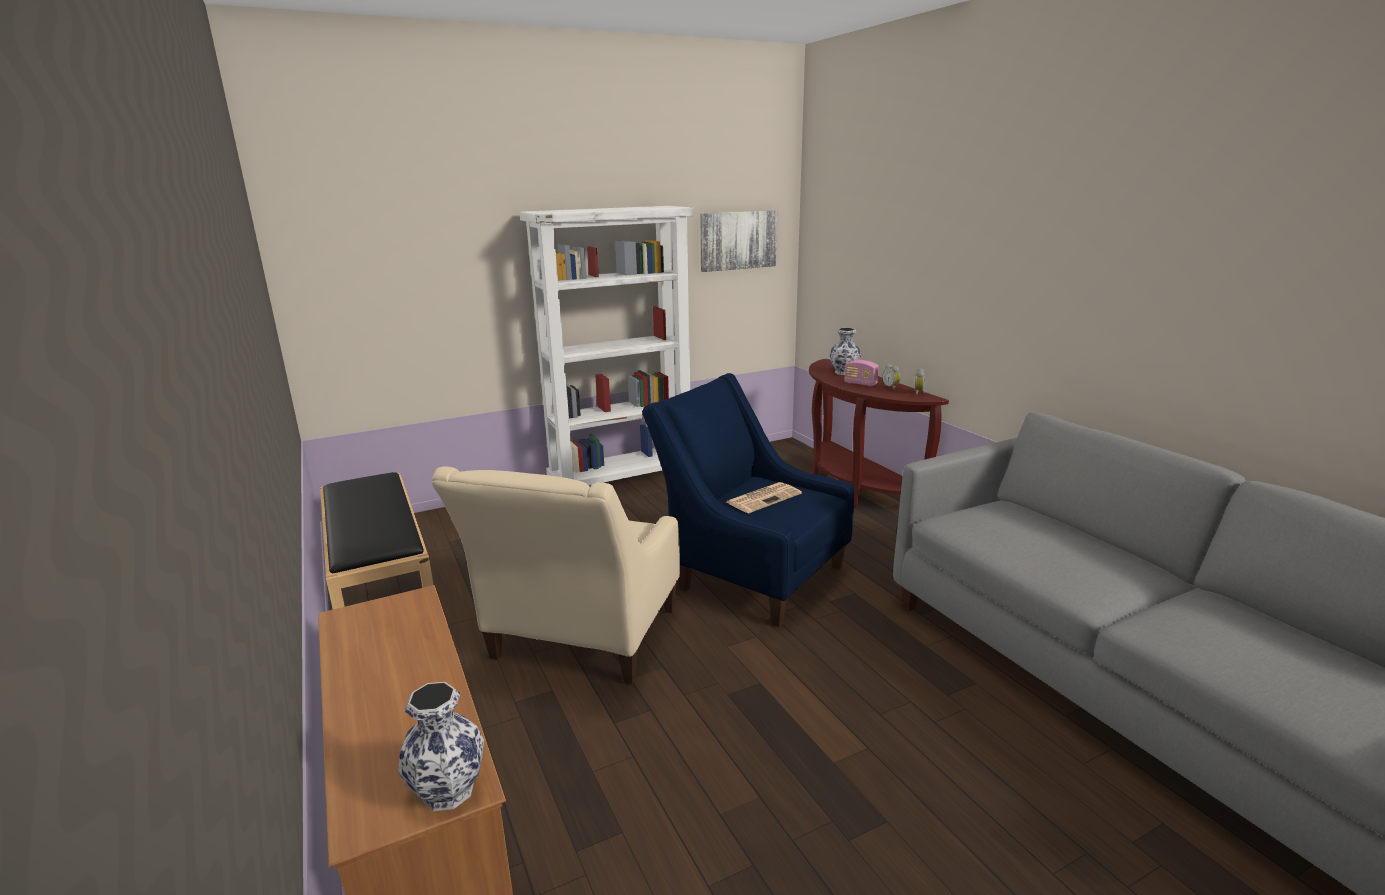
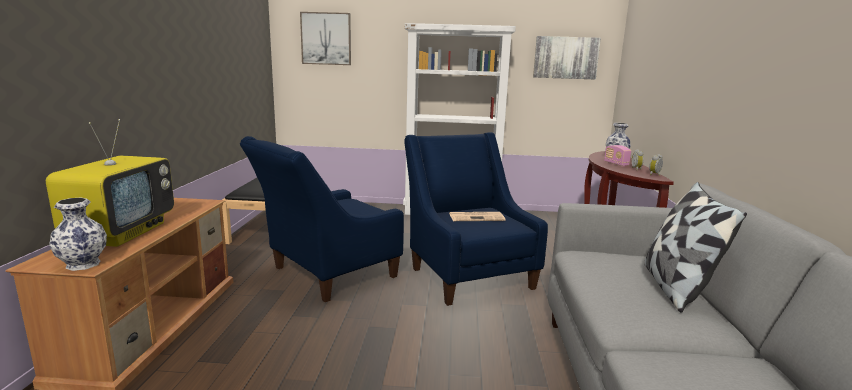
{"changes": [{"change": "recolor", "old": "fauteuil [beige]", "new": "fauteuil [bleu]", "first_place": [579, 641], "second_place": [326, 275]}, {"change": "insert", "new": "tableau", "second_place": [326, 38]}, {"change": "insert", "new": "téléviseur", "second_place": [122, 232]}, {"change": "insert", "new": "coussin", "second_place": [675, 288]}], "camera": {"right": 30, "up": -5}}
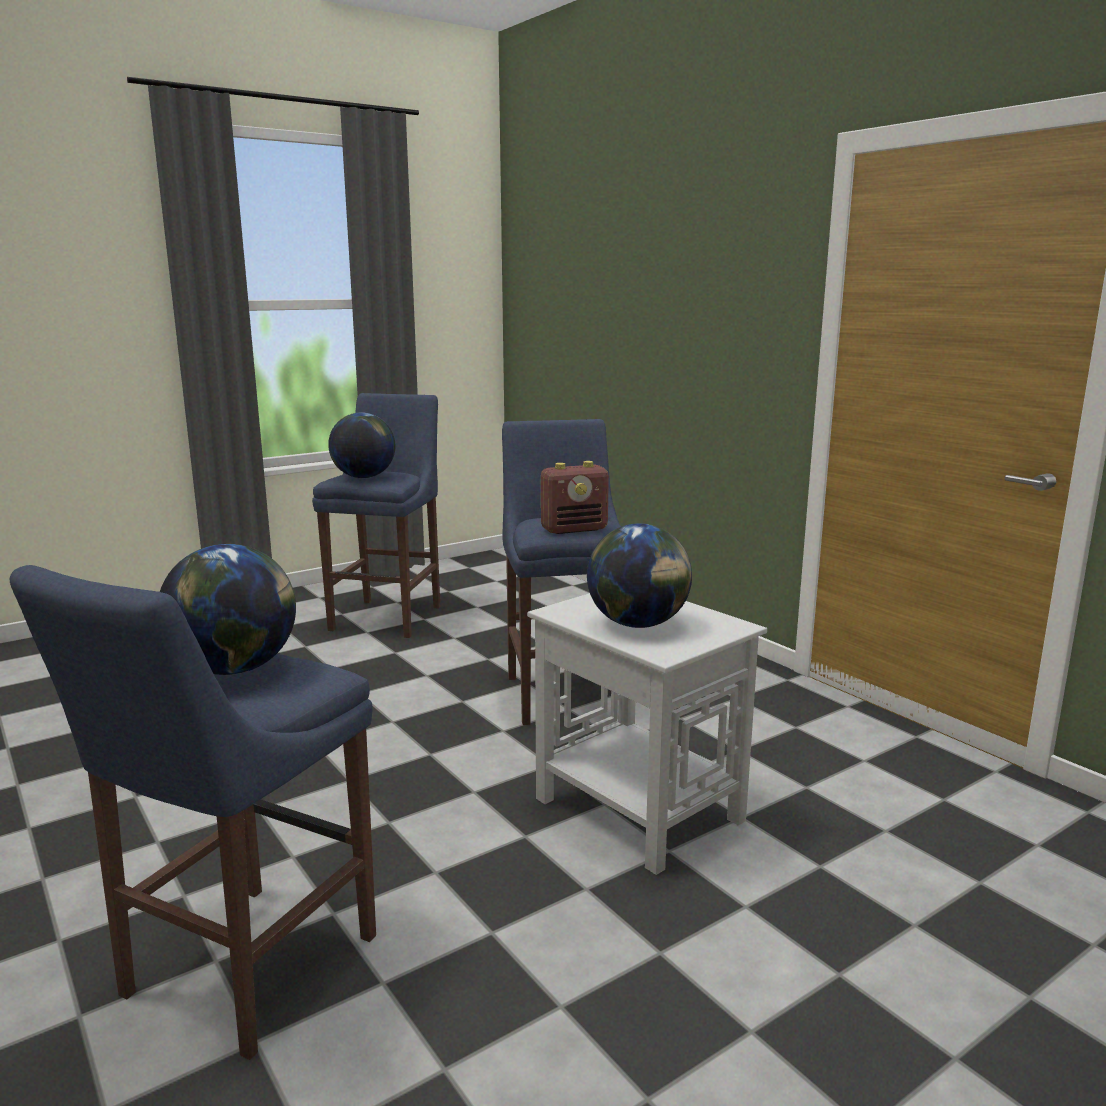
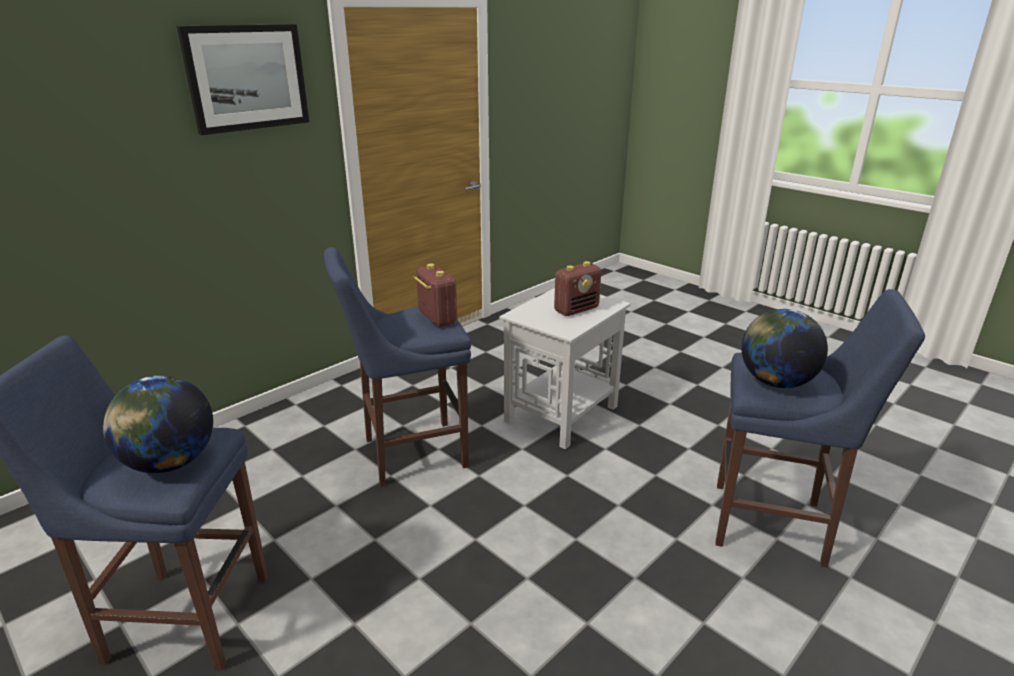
{"changes": [{"change": "replace", "old": "globe", "new": "radio", "first_place": [638, 624], "second_place": [576, 309]}, {"change": "insert", "new": "tableau", "second_place": [247, 78]}], "camera": {"right": -100, "up": 10}}
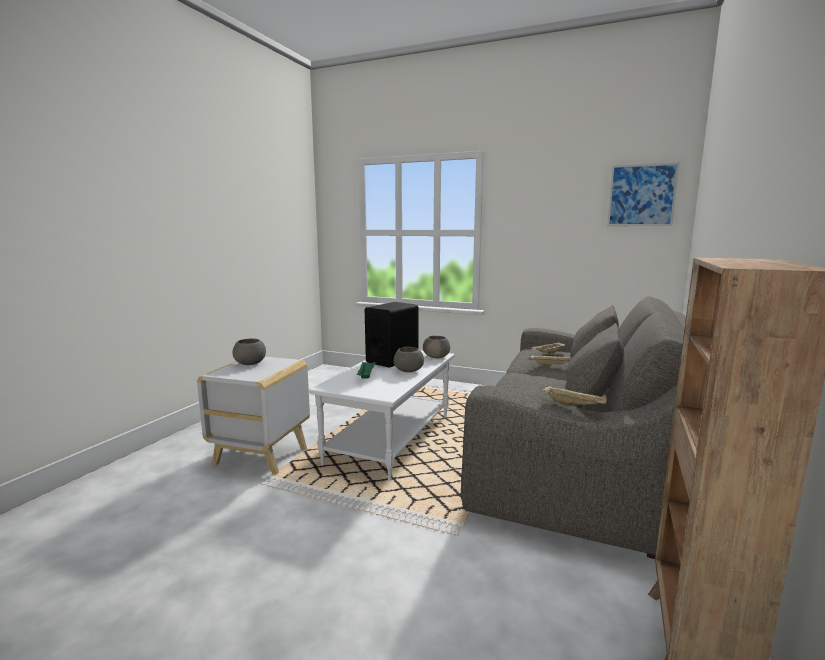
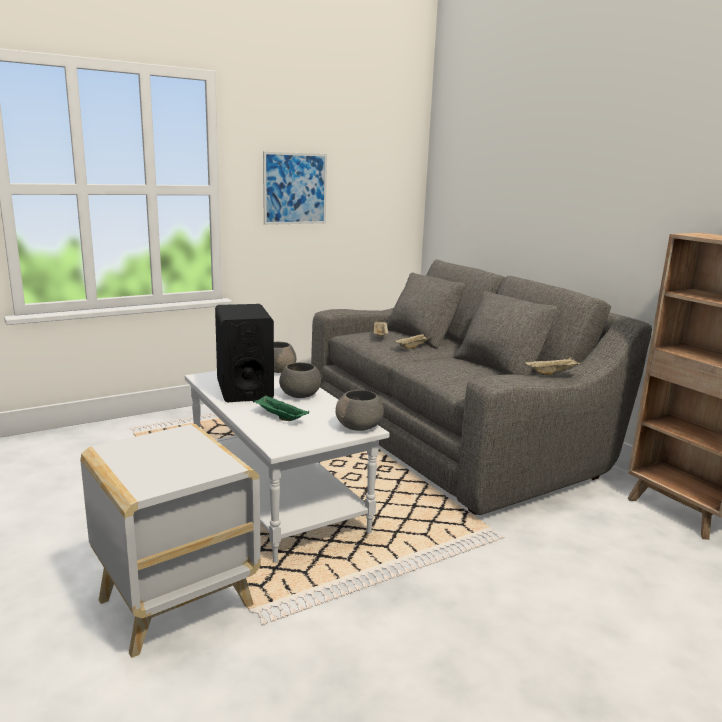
{"changes": [{"change": "move", "old": "tableau", "first_place": [641, 195], "second_place": [295, 188]}, {"change": "move", "old": "bol [gris]", "first_place": [250, 363], "second_place": [359, 427]}], "camera": {"right": -55, "up": 5}}
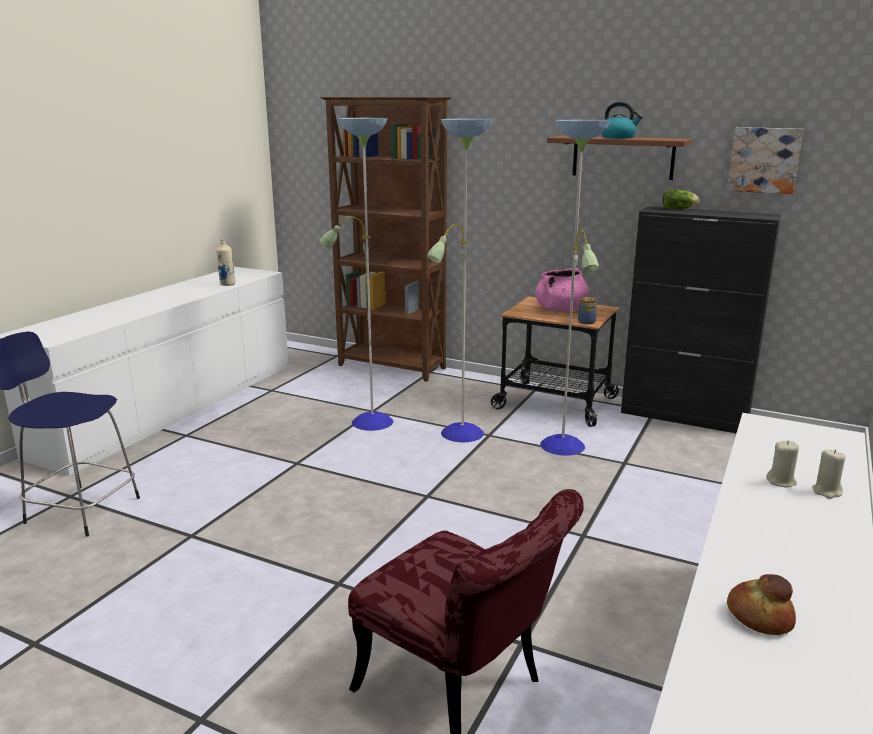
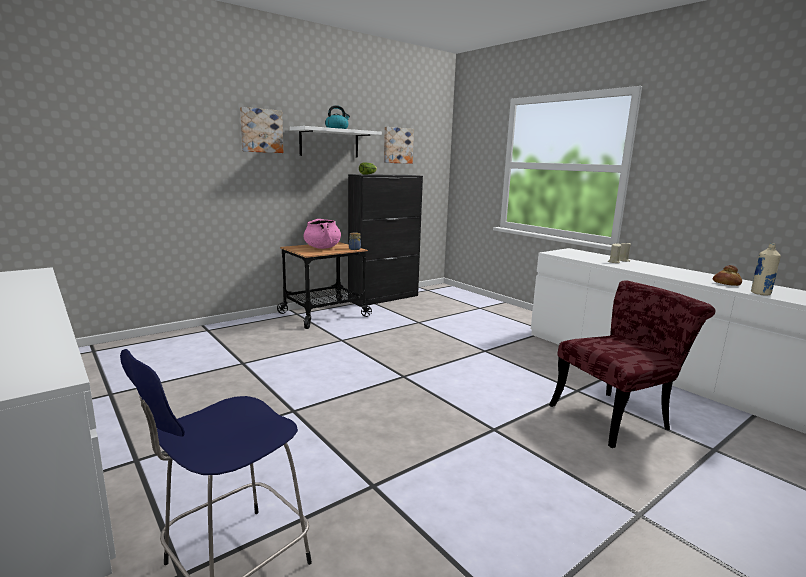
{"changes": [{"change": "delete", "old": "bibliothèque [marron]", "first_place": [392, 367]}, {"change": "delete", "old": "lampadaire", "first_place": [461, 434]}, {"change": "recolor", "old": "étagère [marron]", "new": "étagère [blanc]", "first_place": [623, 157], "second_place": [329, 143]}, {"change": "move", "old": "bouteille [beige]", "first_place": [227, 284], "second_place": [760, 293]}, {"change": "insert", "new": "tableau", "second_place": [261, 131]}], "camera": {"right": -65, "up": -5}}
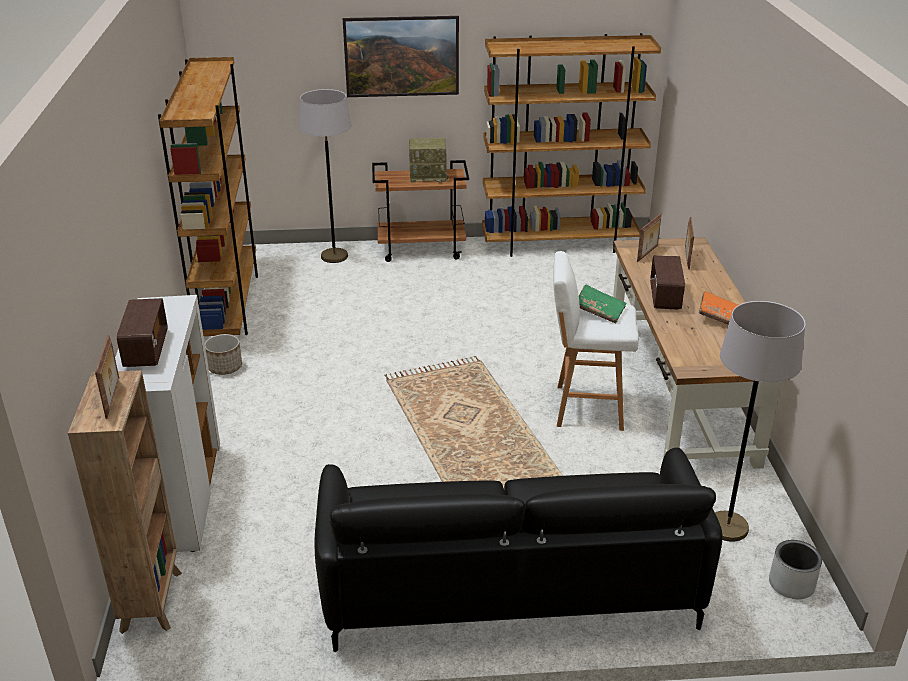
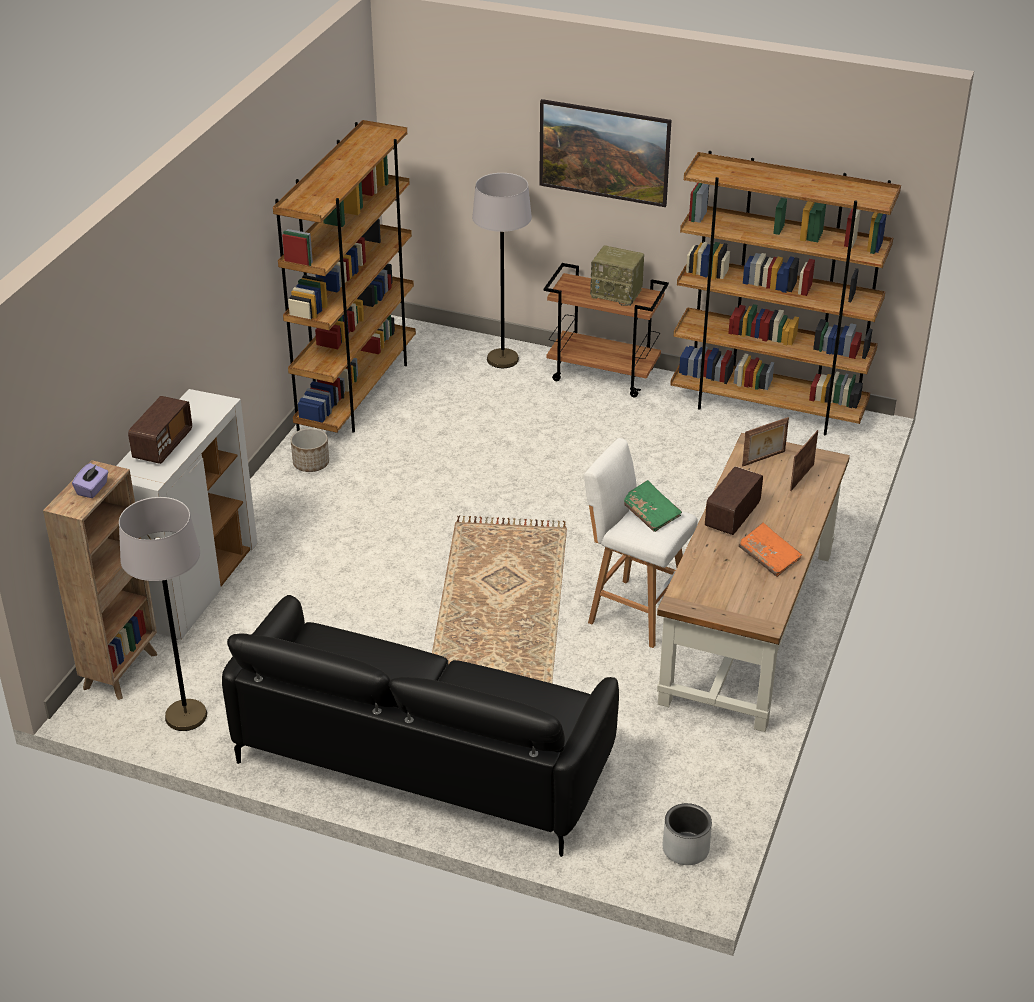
{"changes": [{"change": "move", "old": "lampadaire [gris]", "first_place": [727, 527], "second_place": [186, 716]}, {"change": "replace", "old": "cadre photo", "new": "boîte à mouchoirs [violet]", "first_place": [113, 398], "second_place": [92, 489]}], "camera": {"right": 25, "up": 5}}
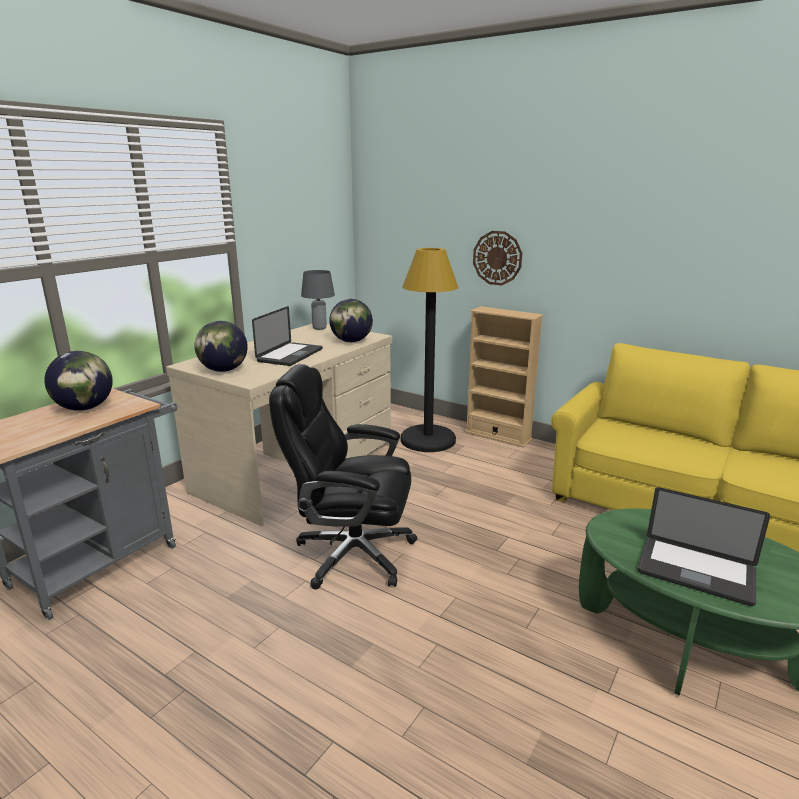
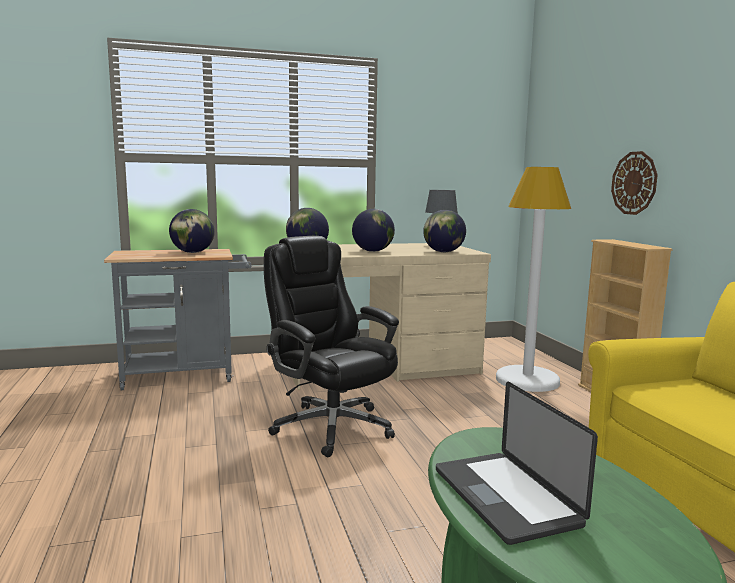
{"changes": [{"change": "recolor", "old": "lampadaire [noir]", "new": "lampadaire [blanc]", "first_place": [428, 440], "second_place": [527, 380]}, {"change": "replace", "old": "ordinateur portable", "new": "globe", "first_place": [290, 355], "second_place": [373, 251]}], "camera": {"right": 40, "up": -10}}
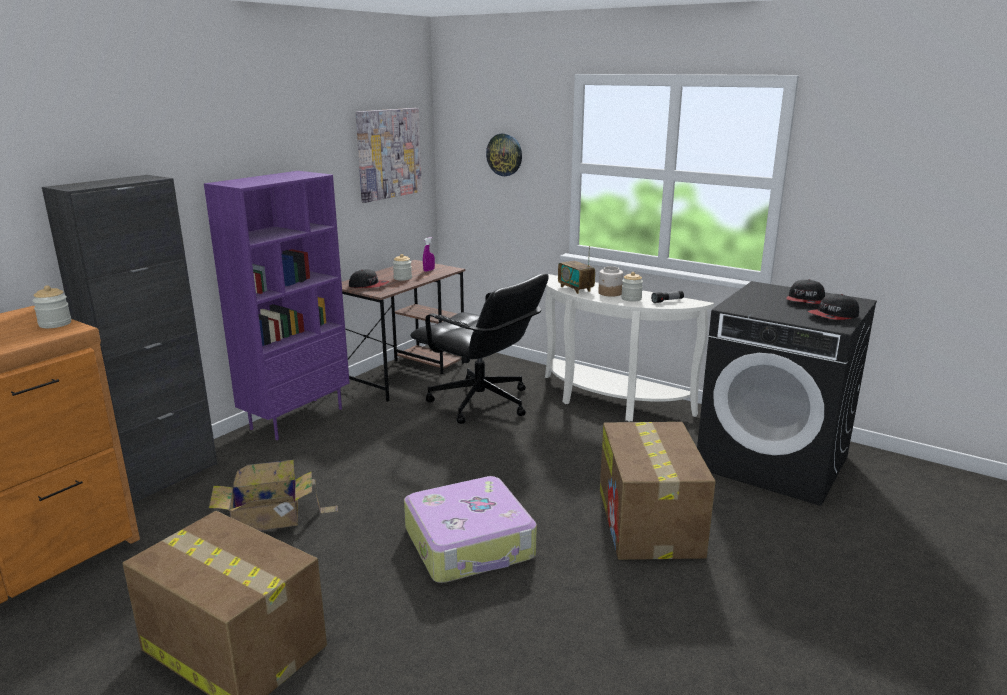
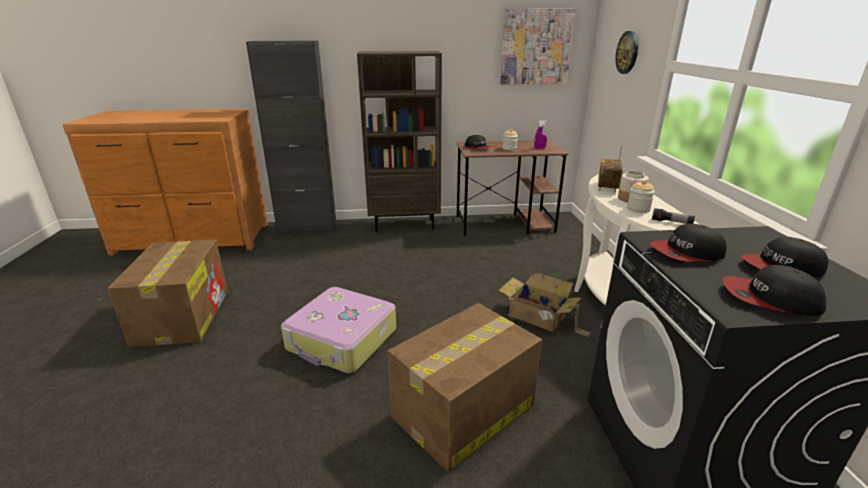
{"changes": [{"change": "recolor", "old": "bibliothèque [violet]", "new": "bibliothèque [marron]", "first_place": [297, 418], "second_place": [405, 224]}, {"change": "delete", "old": "chaise de bureau [noir]", "first_place": [481, 403]}, {"change": "delete", "old": "bocal", "first_place": [55, 324]}, {"change": "move", "old": "carton", "first_place": [270, 518], "second_place": [539, 317]}, {"change": "insert", "new": "casquette", "second_place": [686, 253]}], "camera": {"right": 50, "up": 5}}
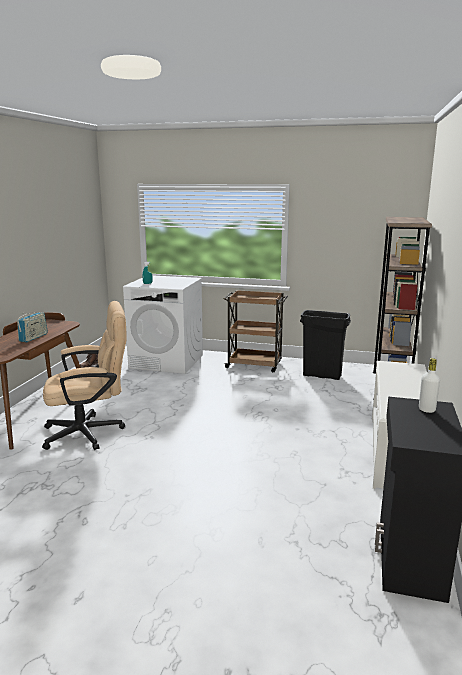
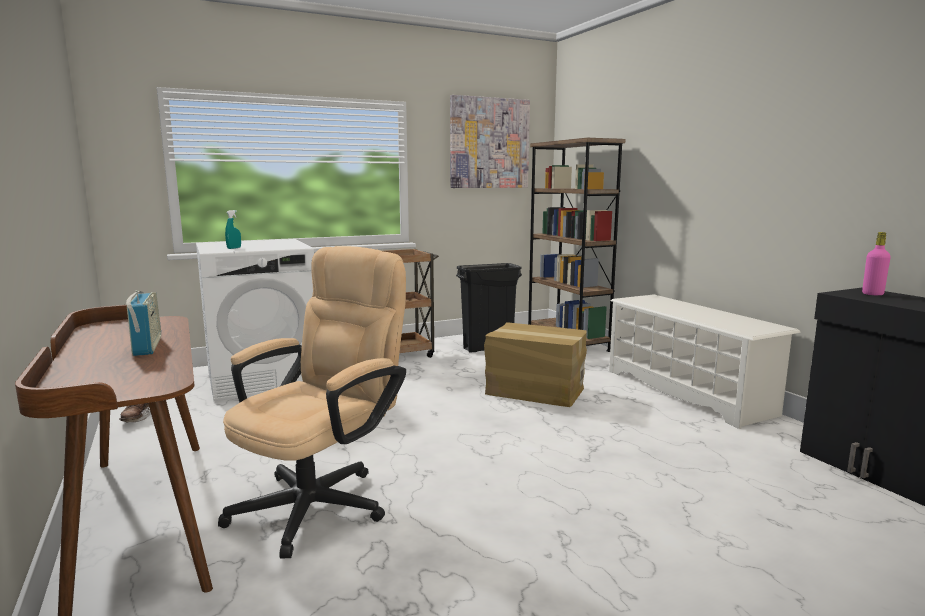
{"changes": [{"change": "recolor", "old": "bouteille [blanc]", "new": "bouteille [rose]", "first_place": [426, 410], "second_place": [872, 294]}, {"change": "insert", "new": "tableau", "second_place": [489, 143]}, {"change": "insert", "new": "carton", "second_place": [534, 390]}], "camera": {"right": -40, "up": -5}}
